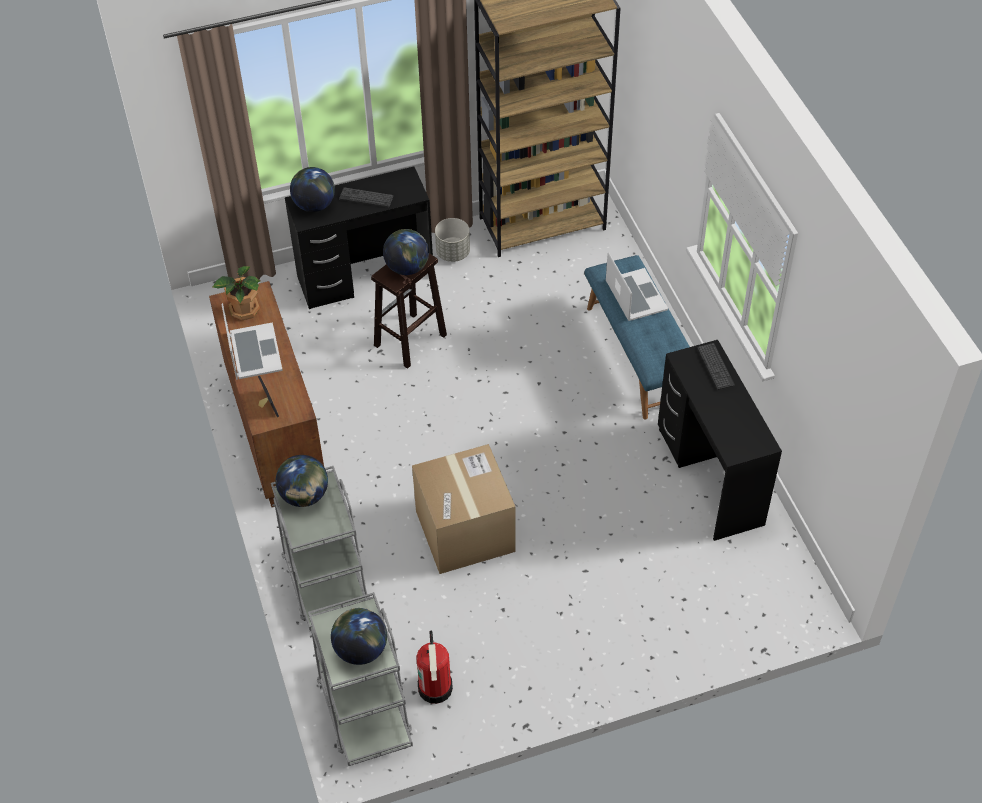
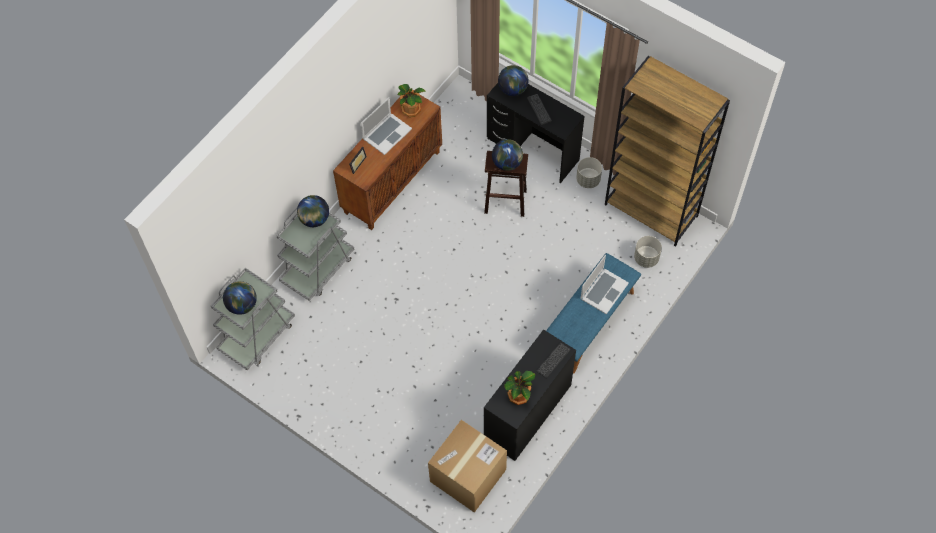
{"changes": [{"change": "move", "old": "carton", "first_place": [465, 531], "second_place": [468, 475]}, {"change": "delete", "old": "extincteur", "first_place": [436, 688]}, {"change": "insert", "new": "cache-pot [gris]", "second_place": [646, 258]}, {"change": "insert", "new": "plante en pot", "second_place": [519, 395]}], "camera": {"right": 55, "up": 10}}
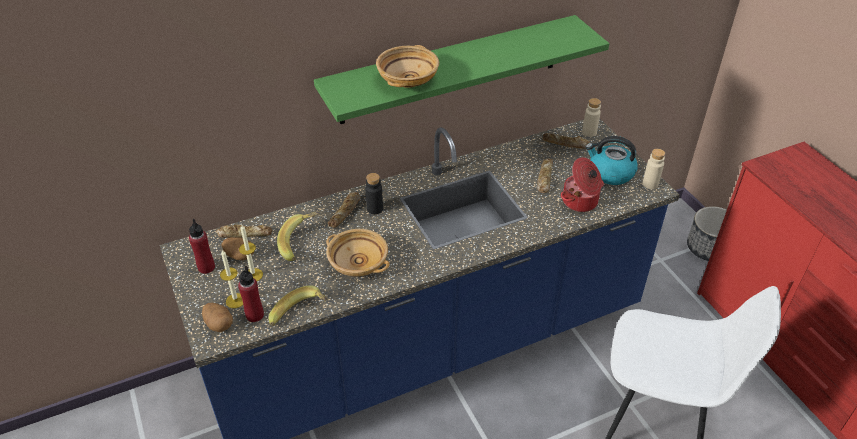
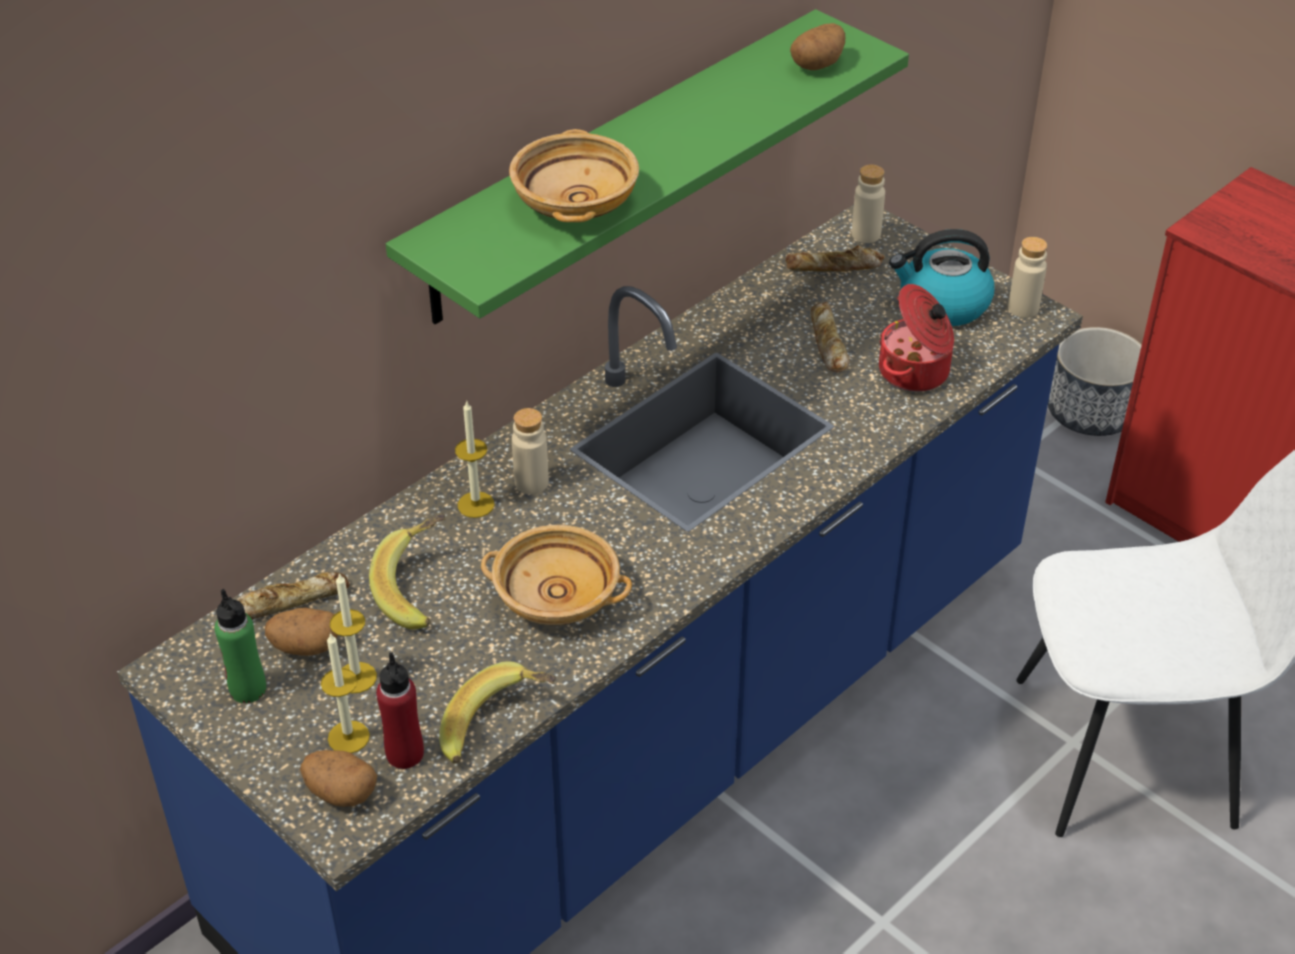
{"changes": [{"change": "recolor", "old": "bouteille [noir]", "new": "bouteille [beige]", "first_place": [375, 209], "second_place": [531, 482]}, {"change": "replace", "old": "pain", "new": "bougie", "first_place": [345, 212], "second_place": [476, 504]}, {"change": "recolor", "old": "bouteille [rouge]", "new": "bouteille [vert]", "first_place": [206, 267], "second_place": [248, 689]}, {"change": "insert", "new": "pomme de terre", "second_place": [818, 64]}], "camera": {"right": -20, "up": 0}}
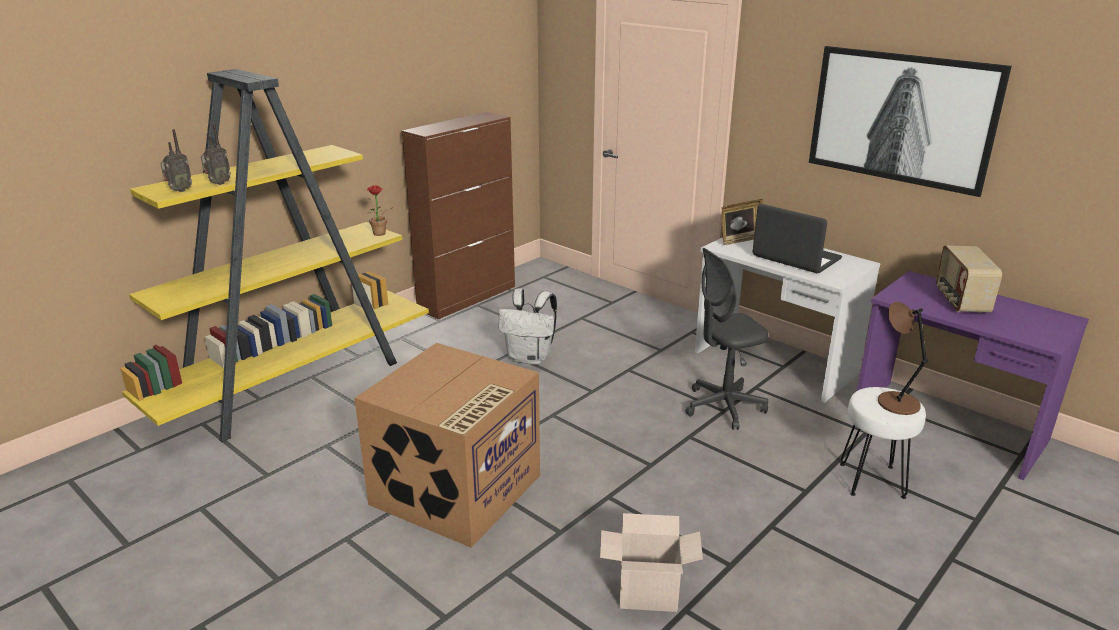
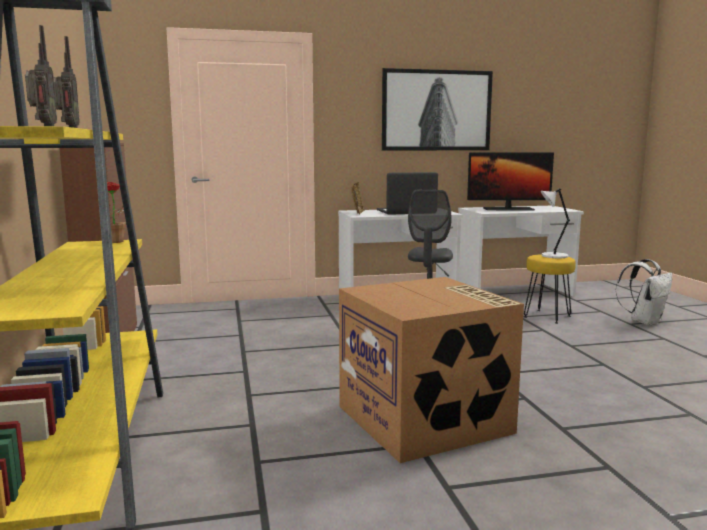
{"changes": [{"change": "replace", "old": "radio", "new": "écran d'ordinateur", "first_place": [960, 301], "second_place": [508, 209]}, {"change": "recolor", "old": "bureau [violet]", "new": "bureau [blanc]", "first_place": [947, 427], "second_place": [514, 293]}, {"change": "move", "old": "sac à dos [blanc]", "first_place": [530, 358], "second_place": [644, 321]}, {"change": "recolor", "old": "lampe de table [marron]", "new": "lampe de table [gris]", "first_place": [896, 403], "second_place": [553, 256]}, {"change": "recolor", "old": "tabouret [blanc]", "new": "tabouret [jaune]", "first_place": [871, 481], "second_place": [547, 316]}, {"change": "delete", "old": "carton", "first_place": [646, 596]}], "camera": {"right": -55, "up": -15}}
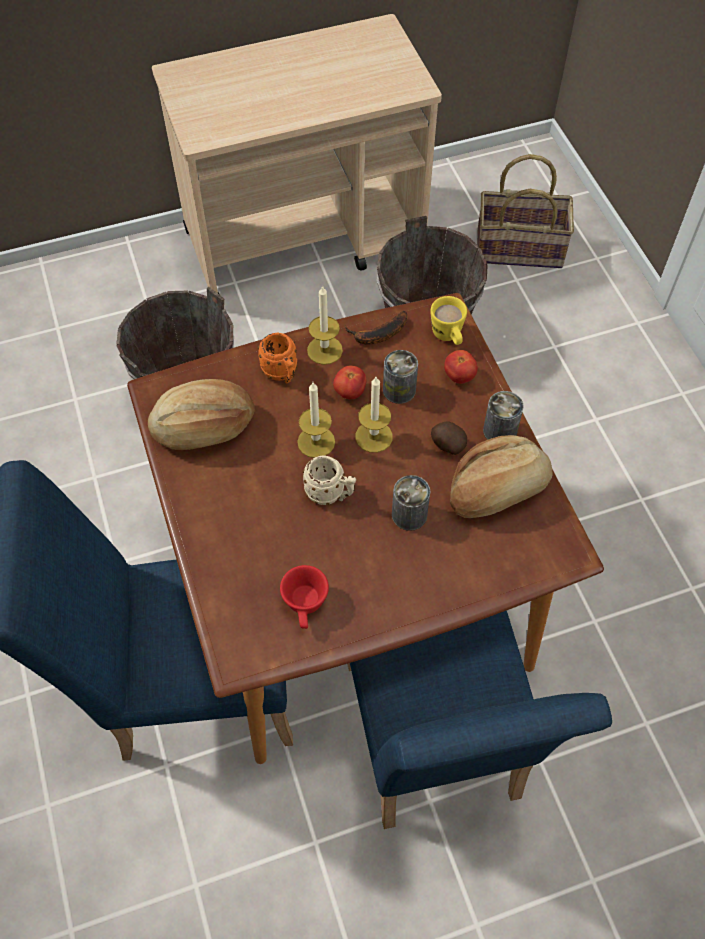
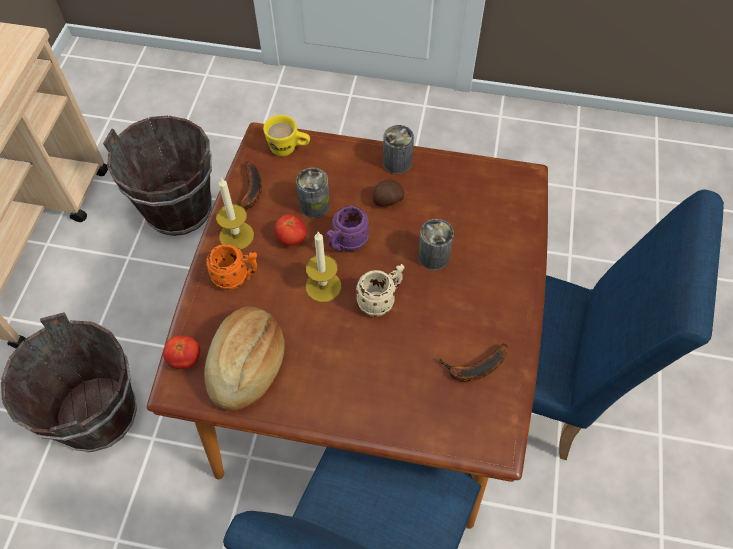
{"changes": [{"change": "delete", "old": "panier", "first_place": [519, 248]}, {"change": "move", "old": "tomate", "first_place": [459, 376], "second_place": [185, 359]}, {"change": "replace", "old": "bougie", "new": "mug [violet]", "first_place": [374, 436], "second_place": [346, 244]}, {"change": "delete", "old": "pain", "first_place": [497, 490]}, {"change": "replace", "old": "tasse [rouge]", "new": "banane", "first_place": [306, 606], "second_place": [474, 369]}], "camera": {"right": -60, "up": 0}}
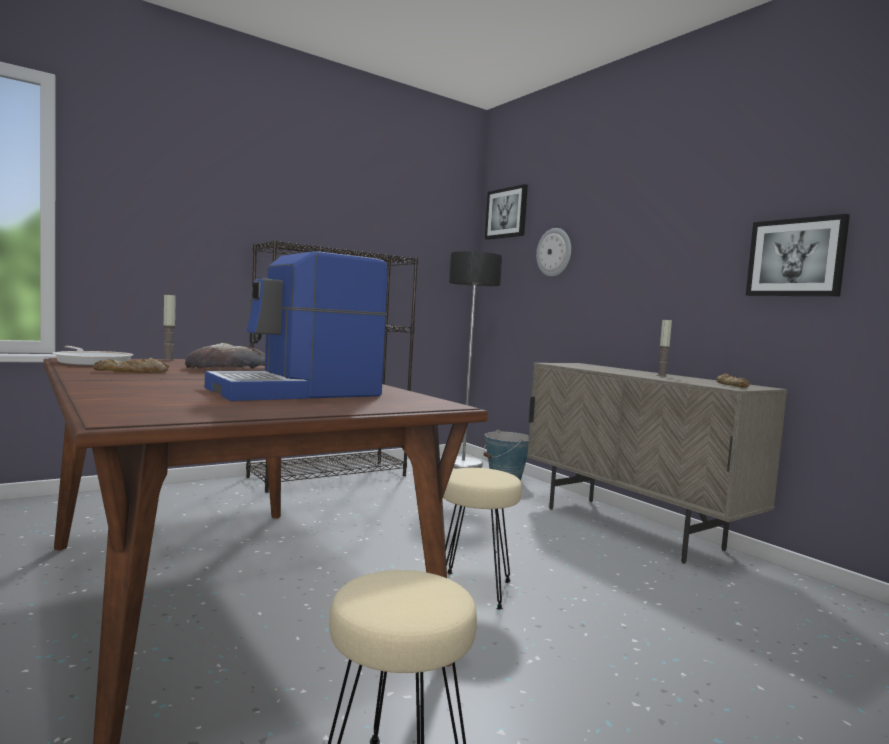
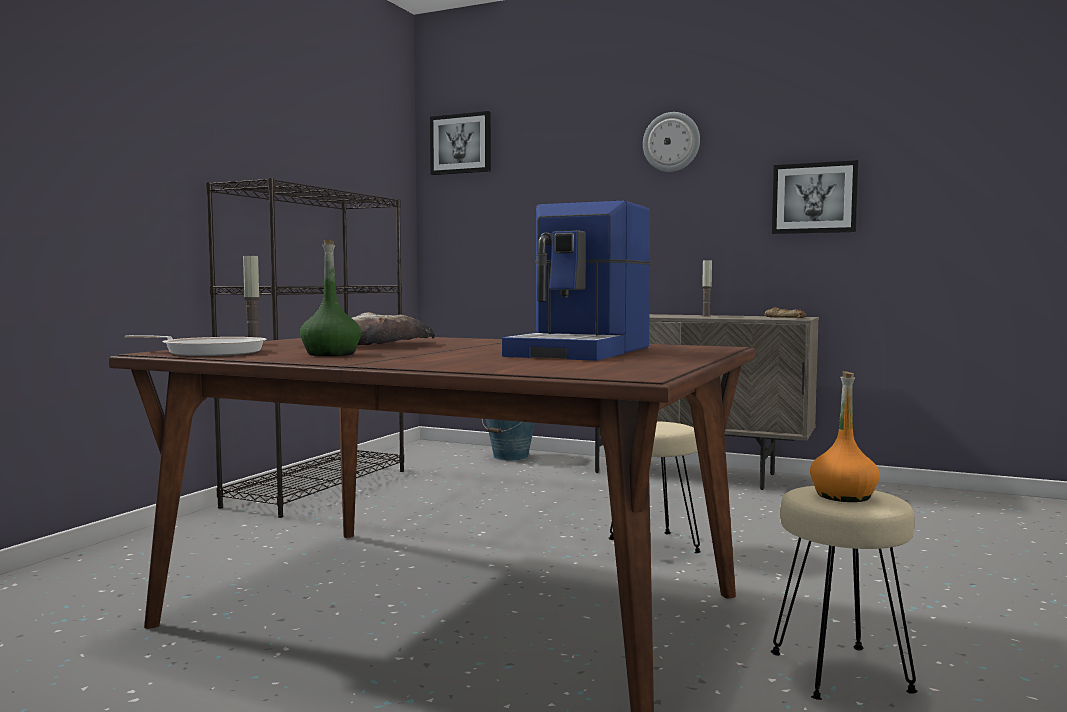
{"changes": [{"change": "move", "old": "horloge murale", "first_place": [554, 252], "second_place": [671, 142]}, {"change": "delete", "old": "lampadaire", "first_place": [463, 464]}, {"change": "replace", "old": "pain", "new": "bouteille [vert]", "first_place": [132, 372], "second_place": [331, 354]}, {"change": "insert", "new": "bouteille [orange]", "second_place": [843, 496]}], "camera": {"right": -30, "up": 0}}
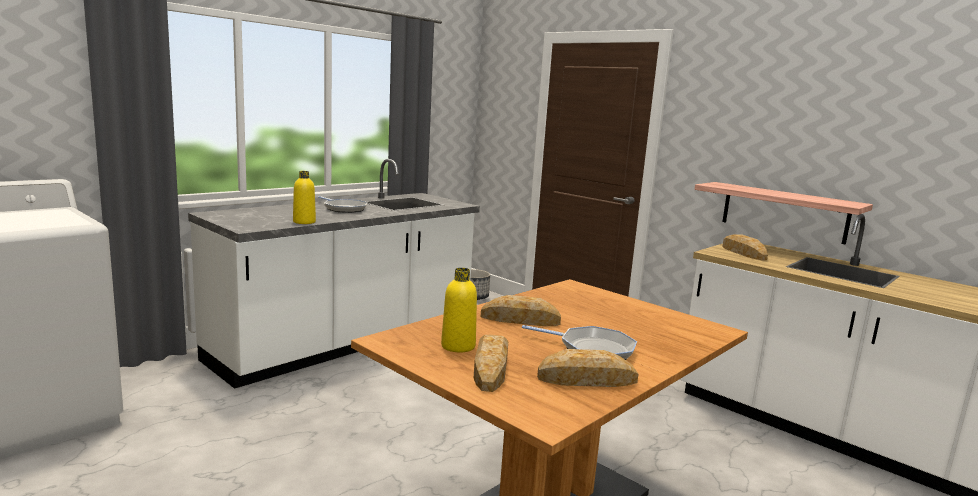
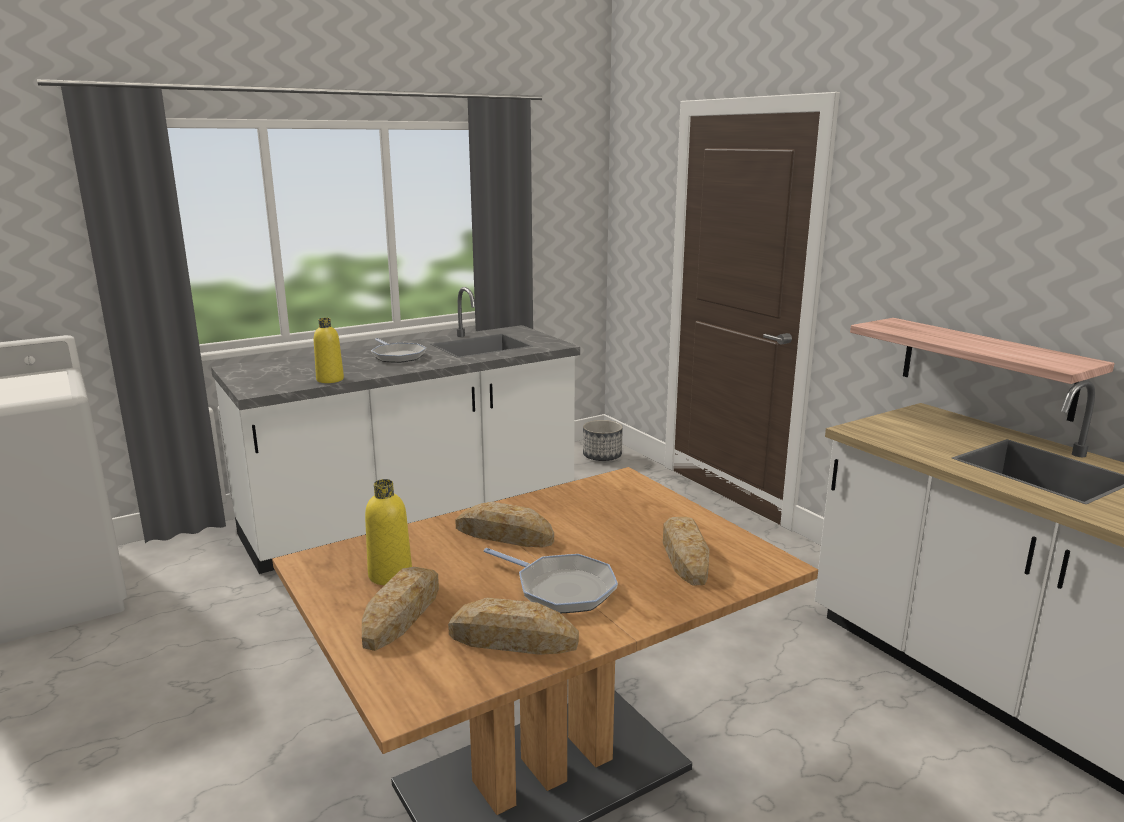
{"changes": [{"change": "move", "old": "pain", "first_place": [743, 252], "second_place": [685, 556]}], "camera": {"right": 15, "up": 5}}
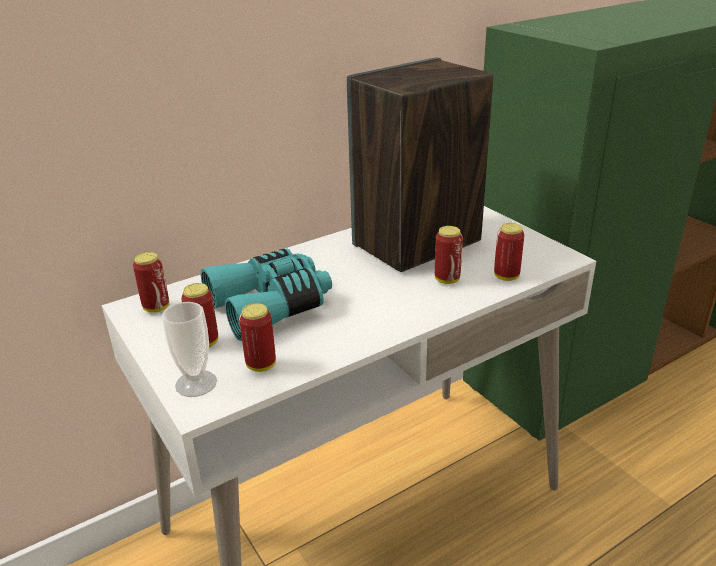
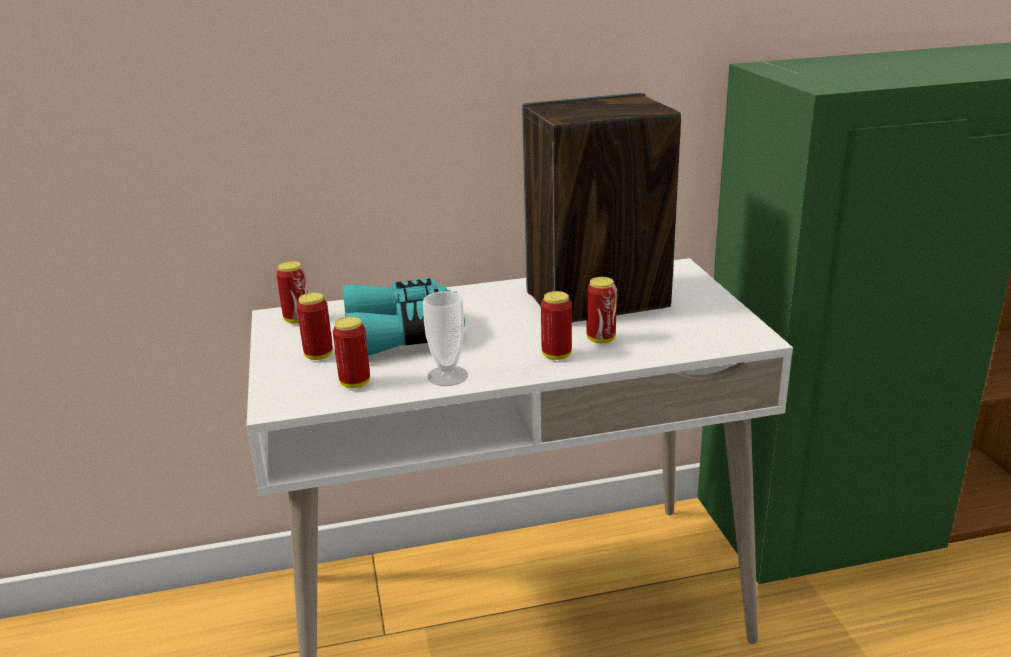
{"changes": [{"change": "move", "old": "boîte métallique", "first_place": [506, 276], "second_place": [556, 355]}, {"change": "move", "old": "tasse", "first_place": [196, 383], "second_place": [447, 376]}], "camera": {"right": 20, "up": -5}}
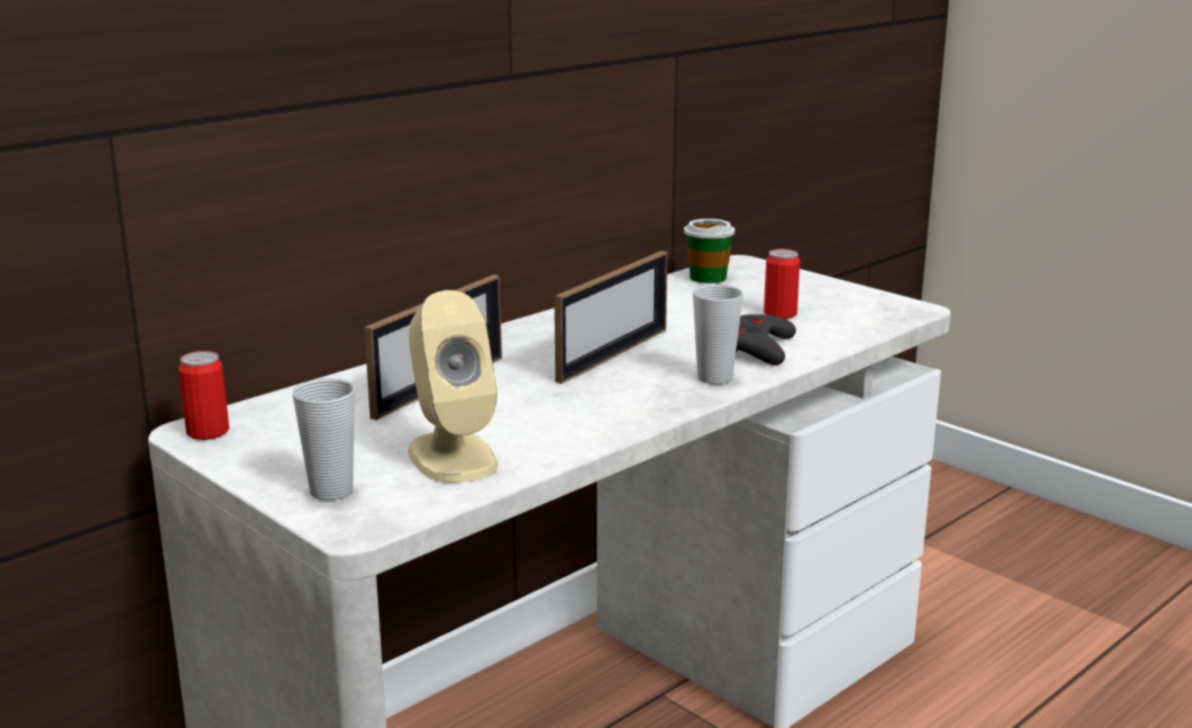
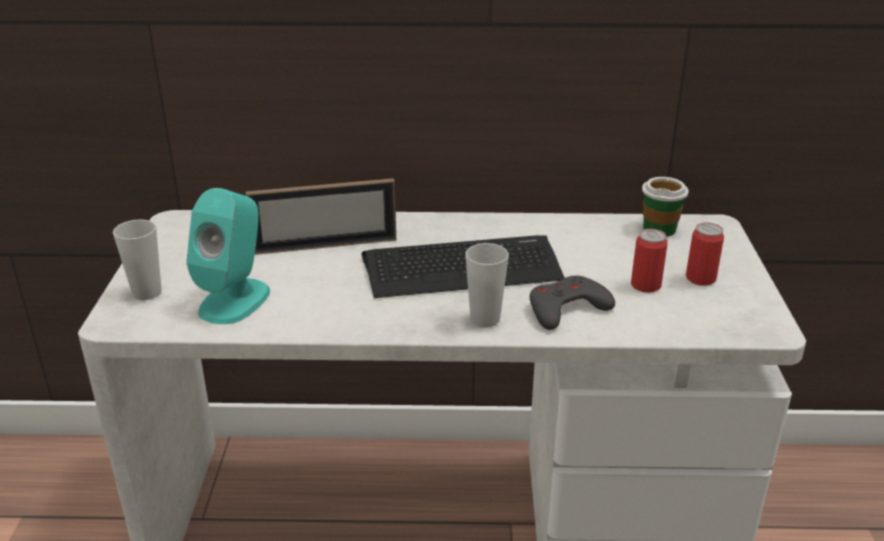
{"changes": [{"change": "replace", "old": "cadre photo", "new": "clavier", "first_place": [613, 355], "second_place": [462, 268]}, {"change": "recolor", "old": "enceinte [beige]", "new": "enceinte [turquoise]", "first_place": [452, 456], "second_place": [235, 300]}, {"change": "move", "old": "boîte métallique", "first_place": [208, 432], "second_place": [700, 278]}], "camera": {"right": 45, "up": 10}}
